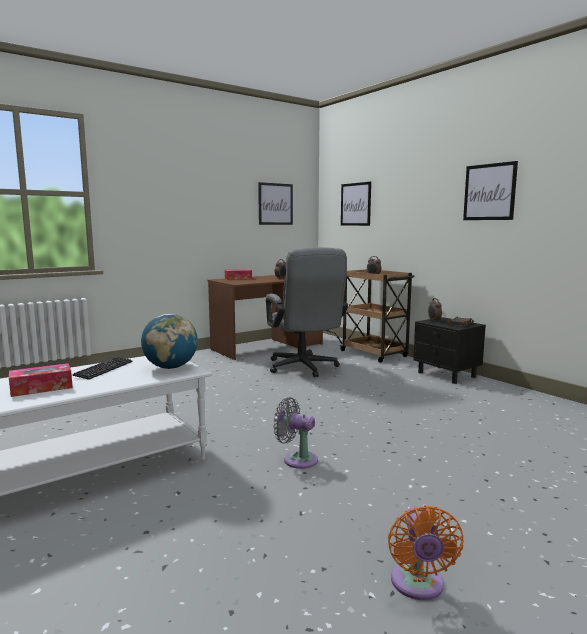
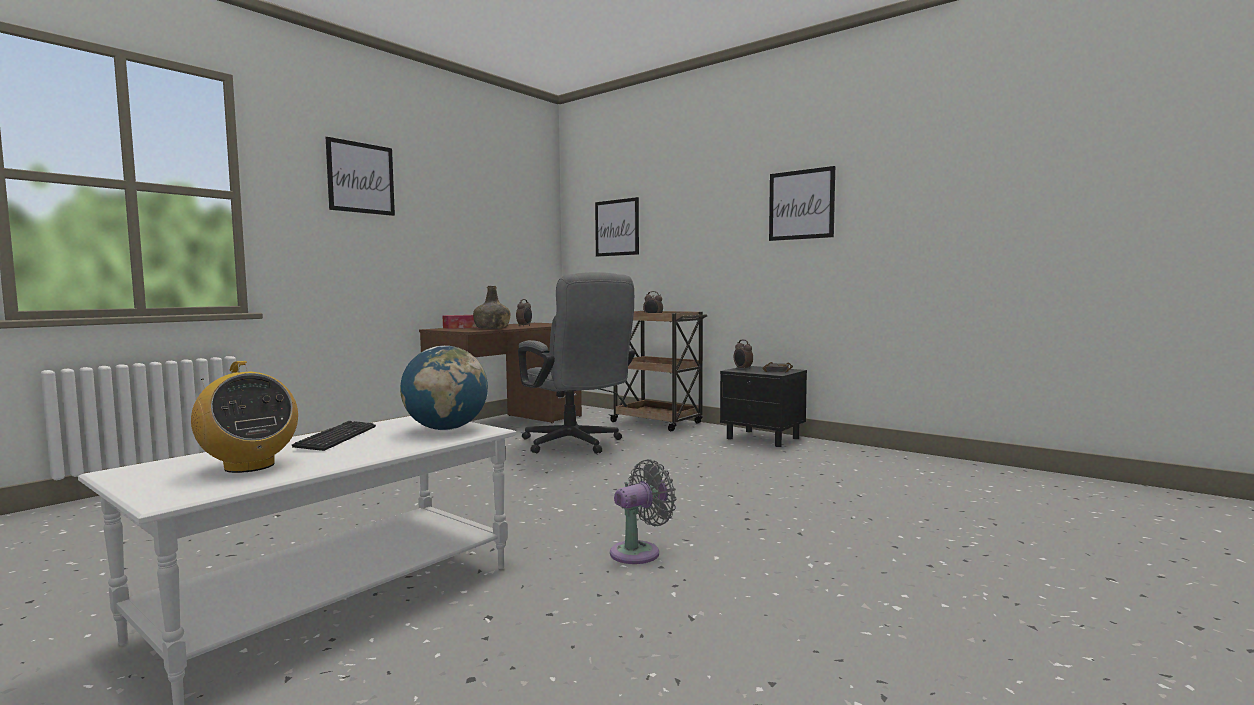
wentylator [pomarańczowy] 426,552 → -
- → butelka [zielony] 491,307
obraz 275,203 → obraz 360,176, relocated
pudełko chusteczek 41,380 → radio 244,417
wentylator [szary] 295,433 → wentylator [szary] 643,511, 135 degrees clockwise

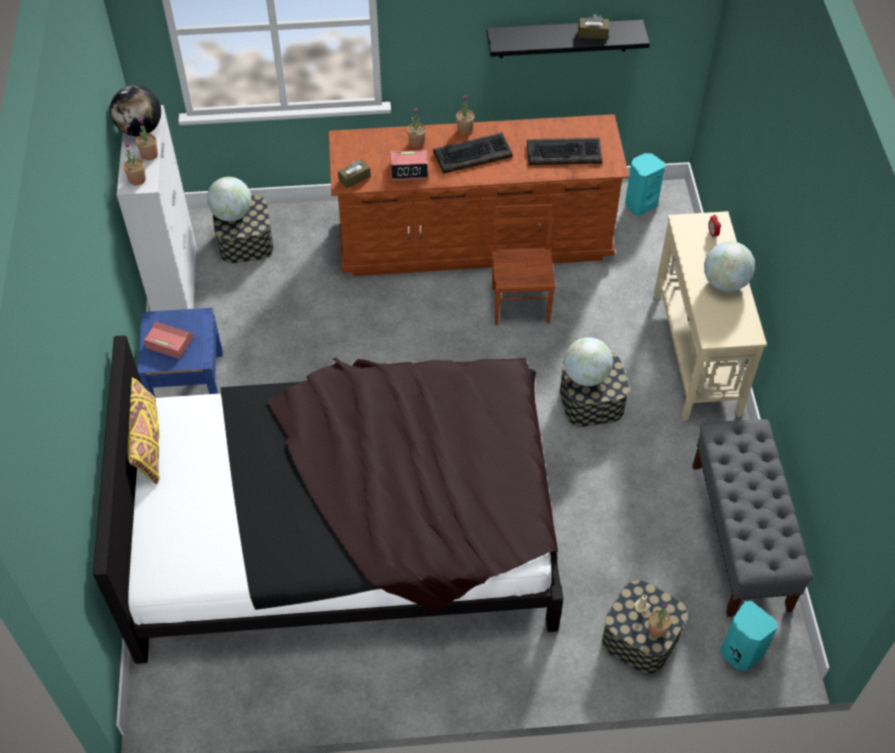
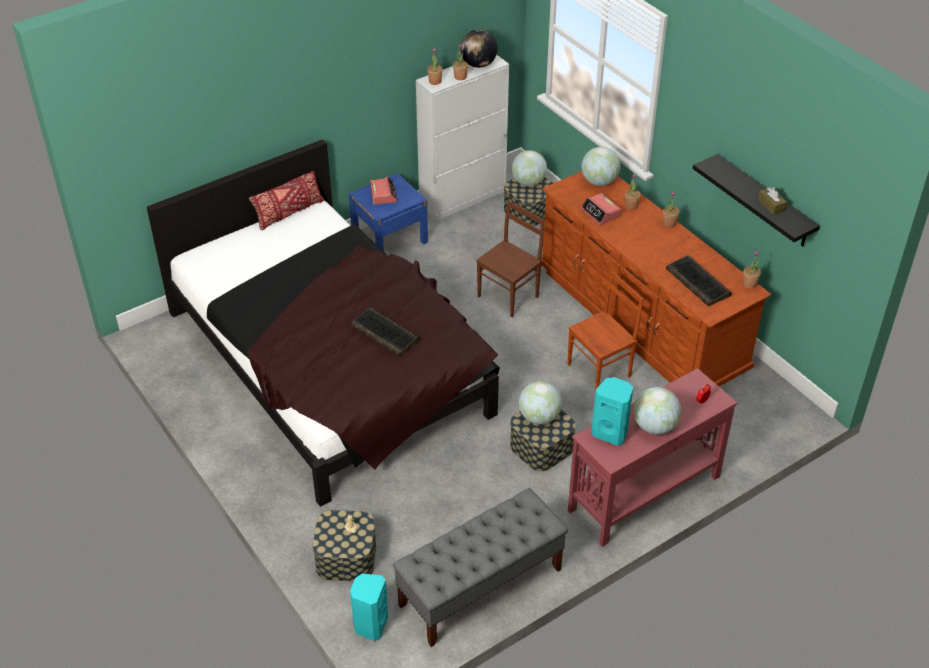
pudełko chusteczek [brązowy] 354,173 → -
- → krzesło [brązowy] 510,258
- → globus 600,166
klawiatura 473,153 → klawiatura 385,331, relocated
głośnik [turkusowy] 645,184 → głośnik [turkusowy] 612,411, relocated
roślina doniczkowa 659,619 → roślina doniczkowa 752,269, relocated
poduszka [żółty] 144,431 → poduszka [czerwony] 286,200
stolik konsolowy [beżowy] 710,316 → stolik konsolowy [czerwony] 652,457

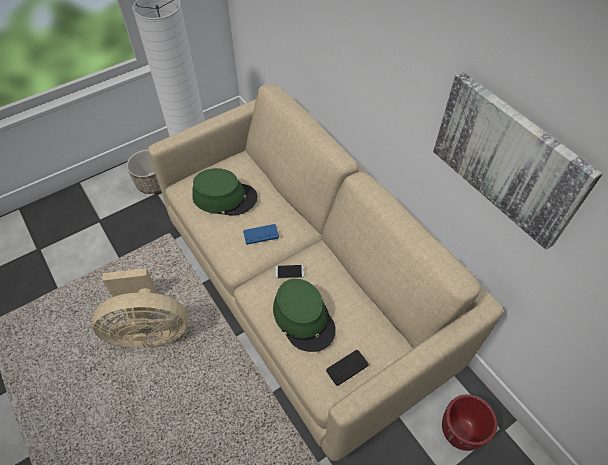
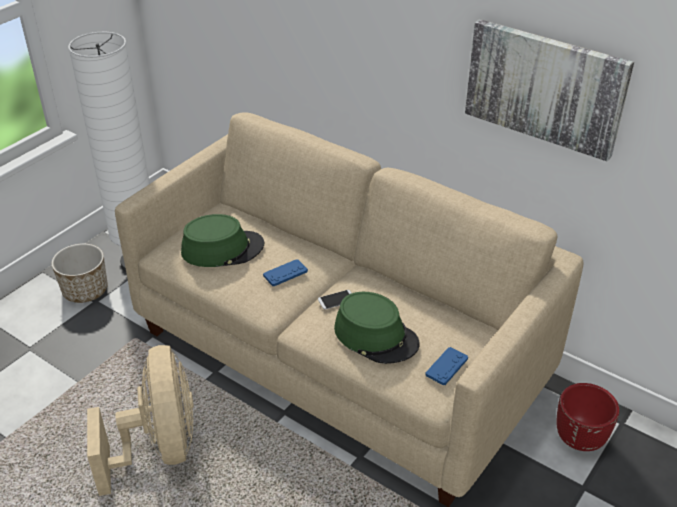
pad do gier [czarny] 347,368 → pad do gier [niebieski] 446,366
wentylator [beżowy] 140,307 → wentylator [beżowy] 140,420, 75 degrees counterclockwise

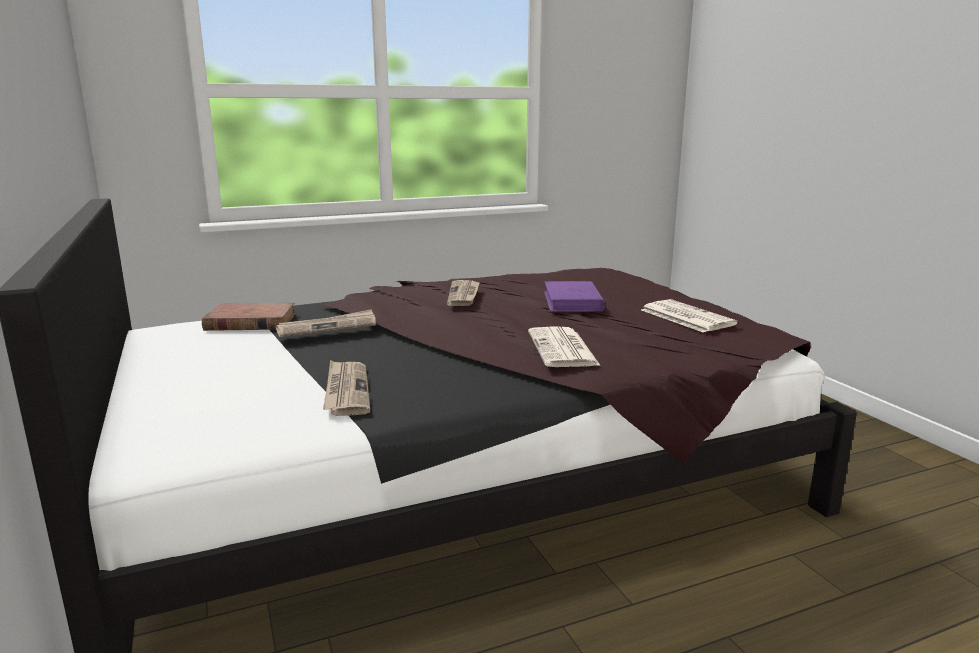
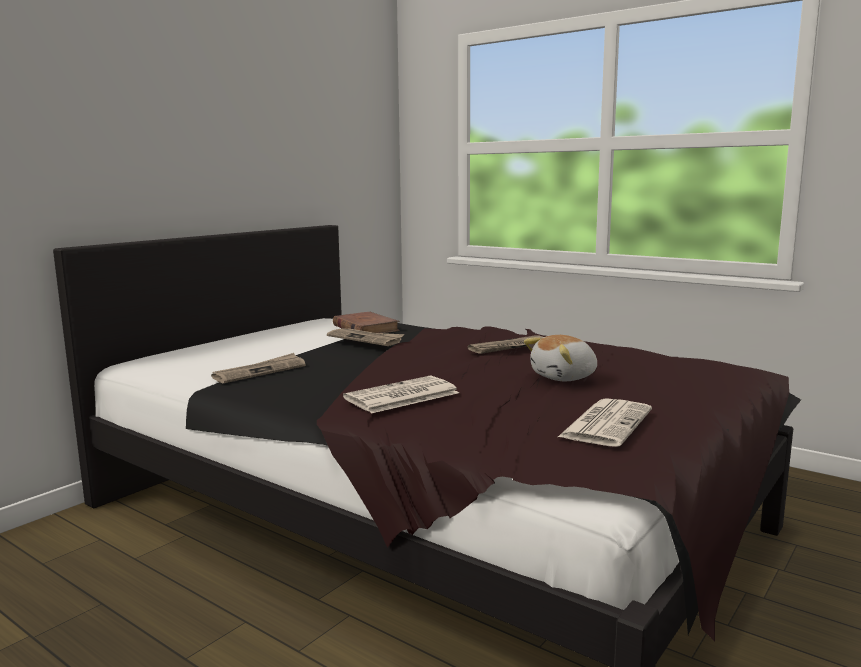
książka [fioletowy] 574,296 → pluszak 560,358

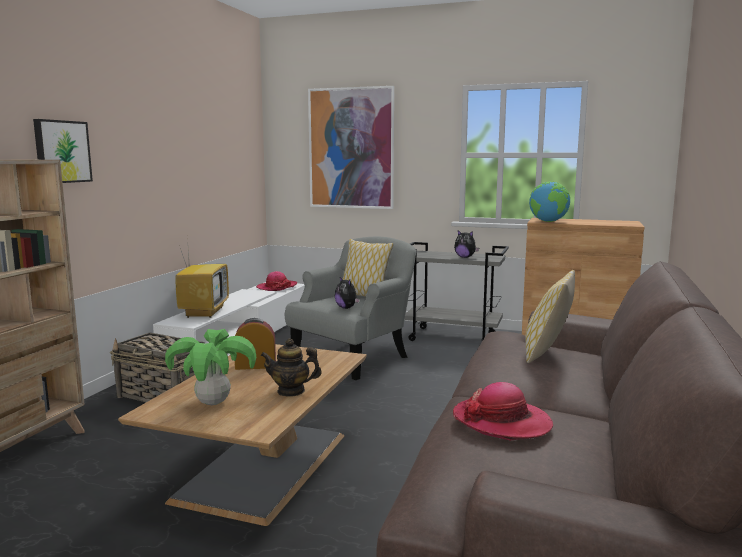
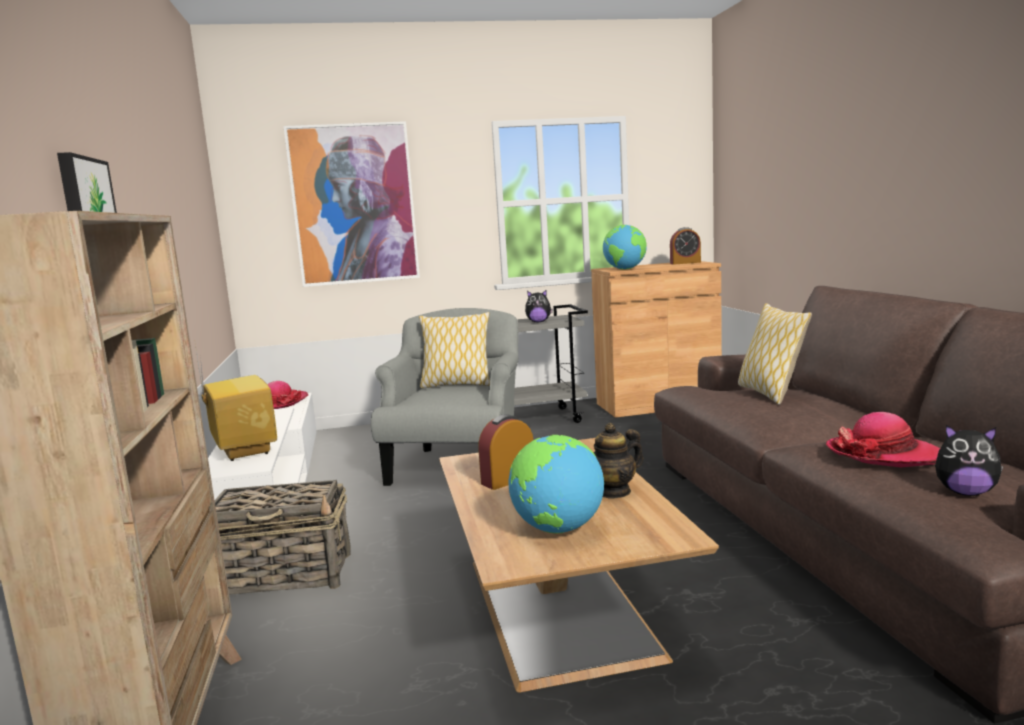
- → budzik 685,246
pluszak 347,293 → pluszak 969,460, relocated
roślina doniczkowa 210,367 → globus 556,484

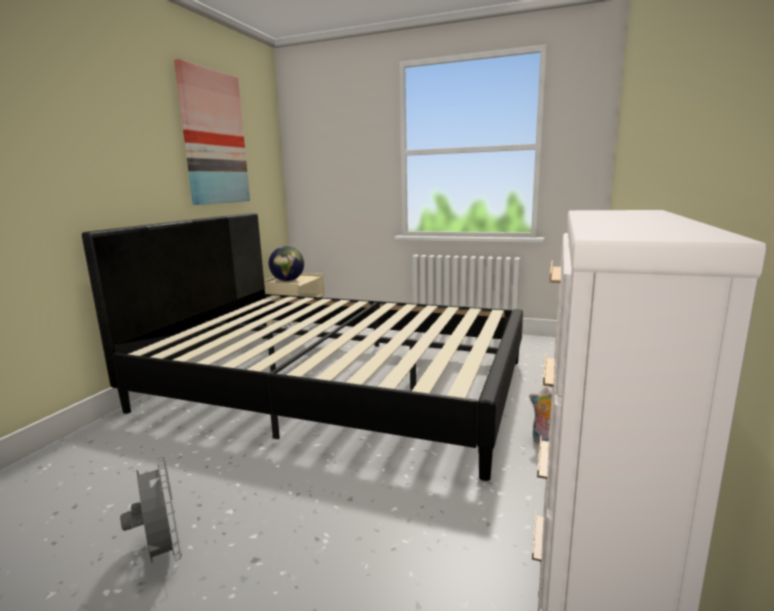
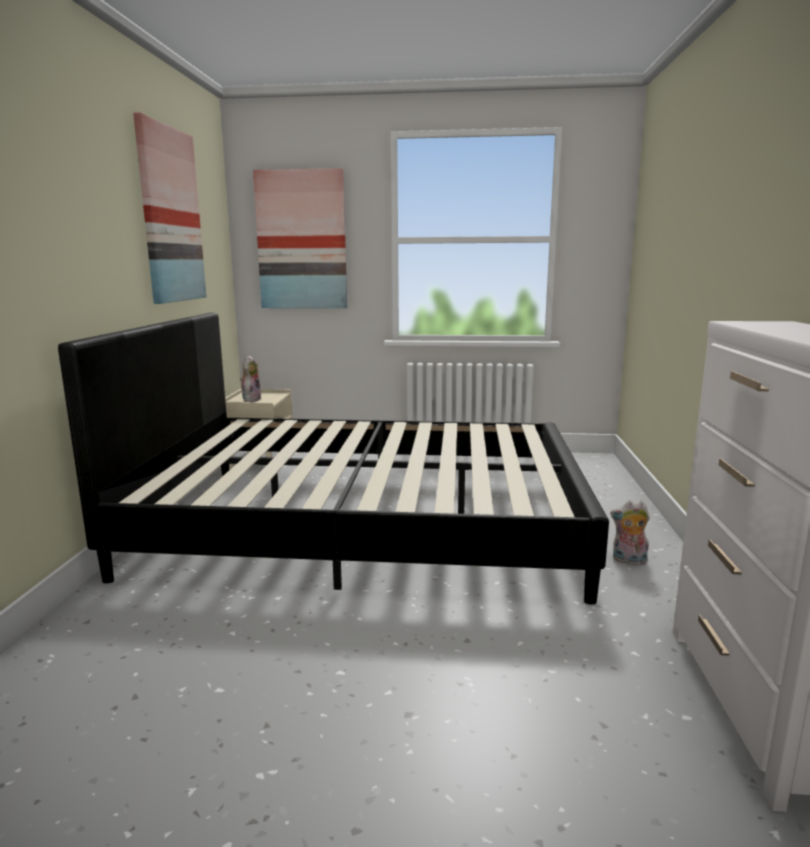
wentylator [szary] 151,510 → -
- → obraz 300,238
globus 286,263 → pluszak 251,379

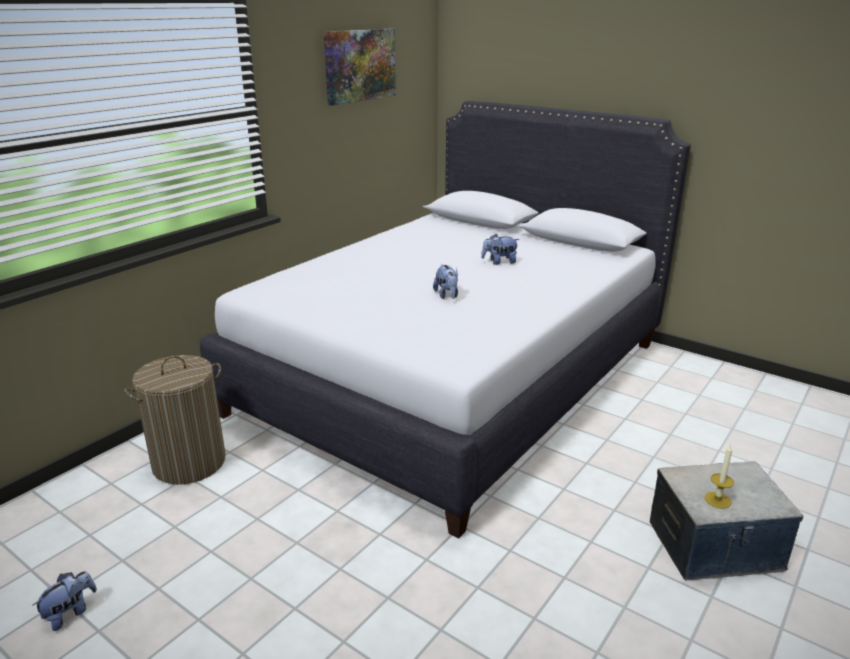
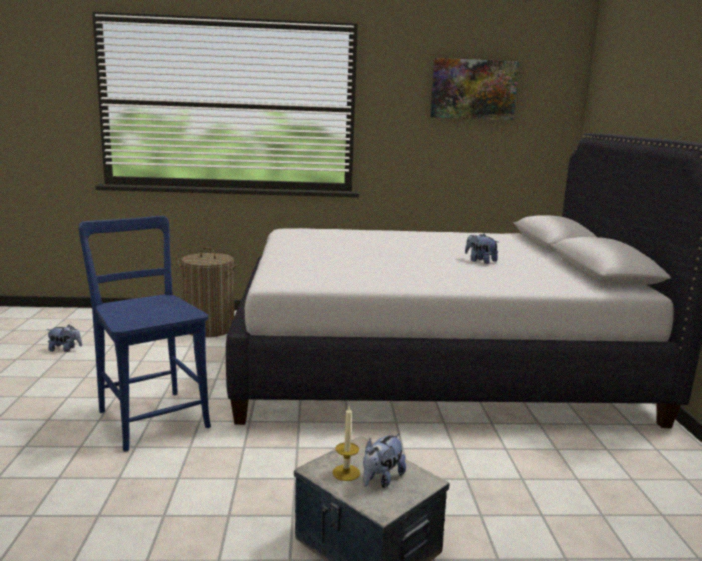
- → krzesło [niebieski] 144,334
pluszak 445,281 → pluszak 384,460, relocated

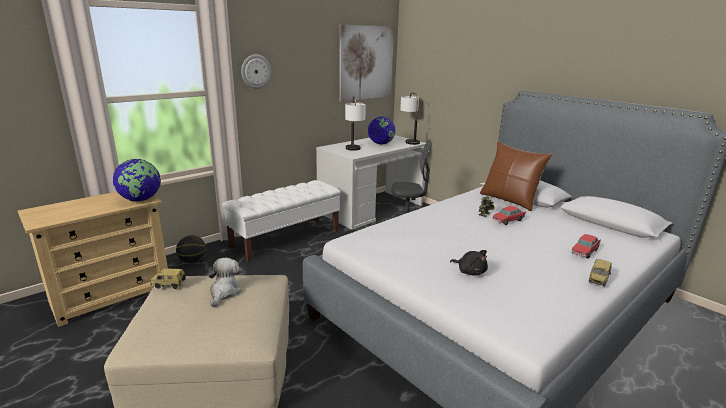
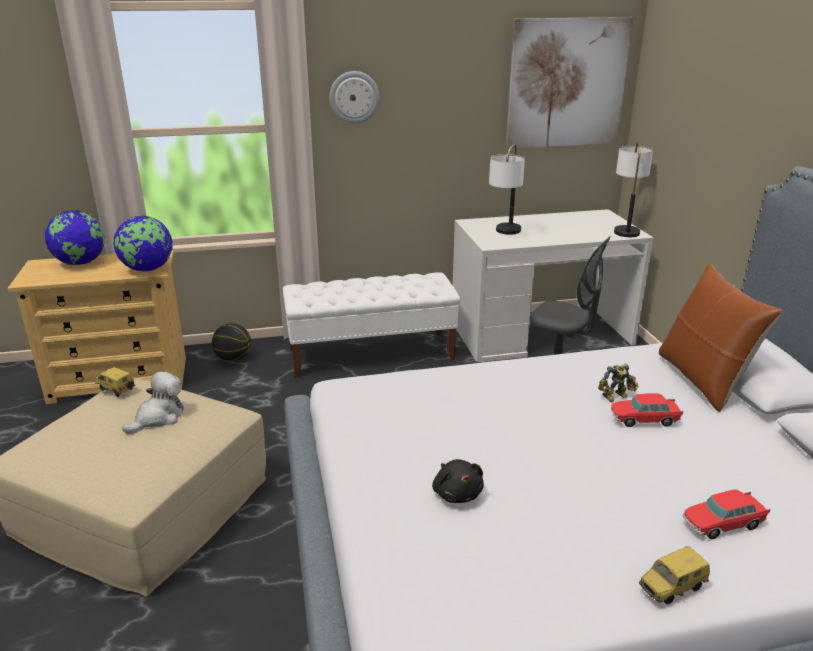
globus 381,131 → globus 75,237, relocated

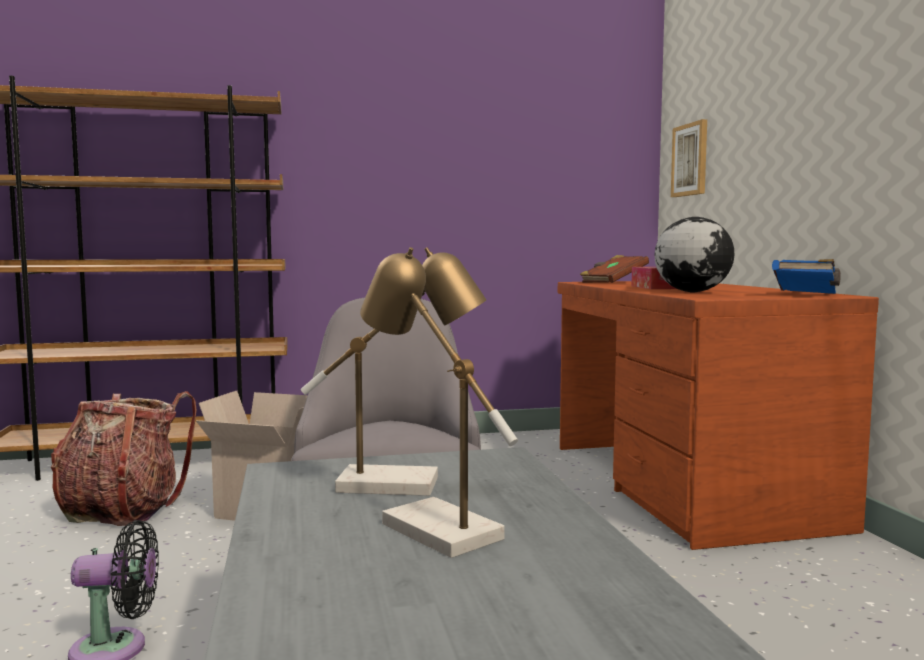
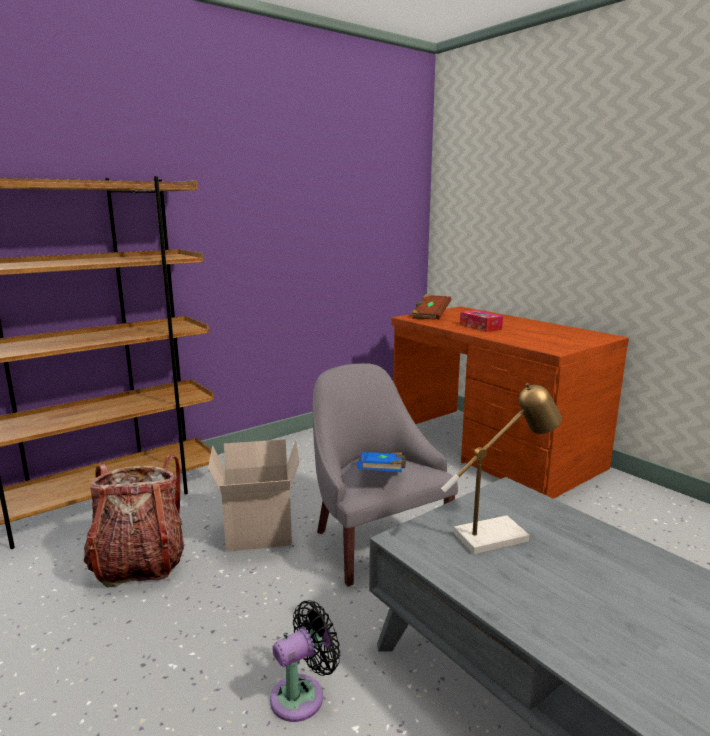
lampa stołowa 439,402 → -
globus 694,254 → -
obraz 689,158 → -
książka [niebieski] 806,276 → książka [niebieski] 381,462, relocated

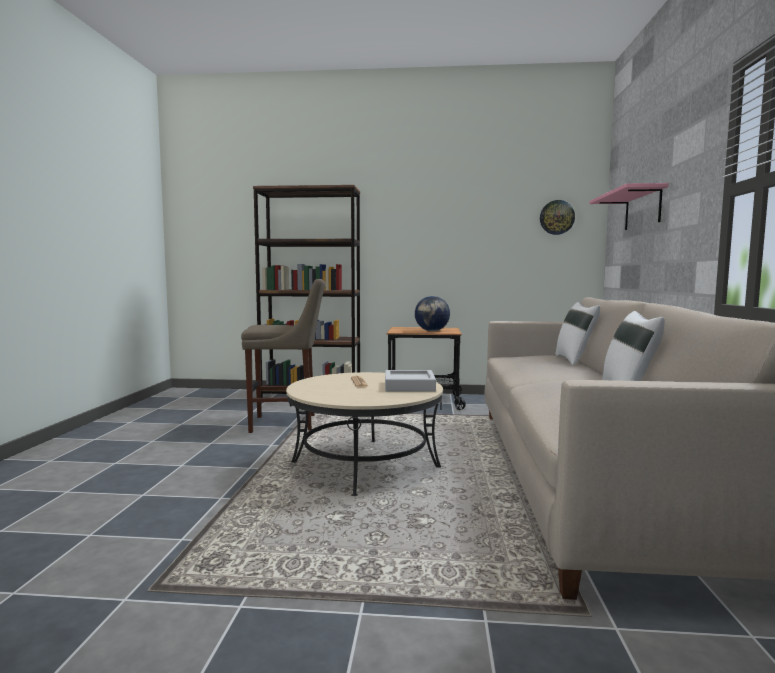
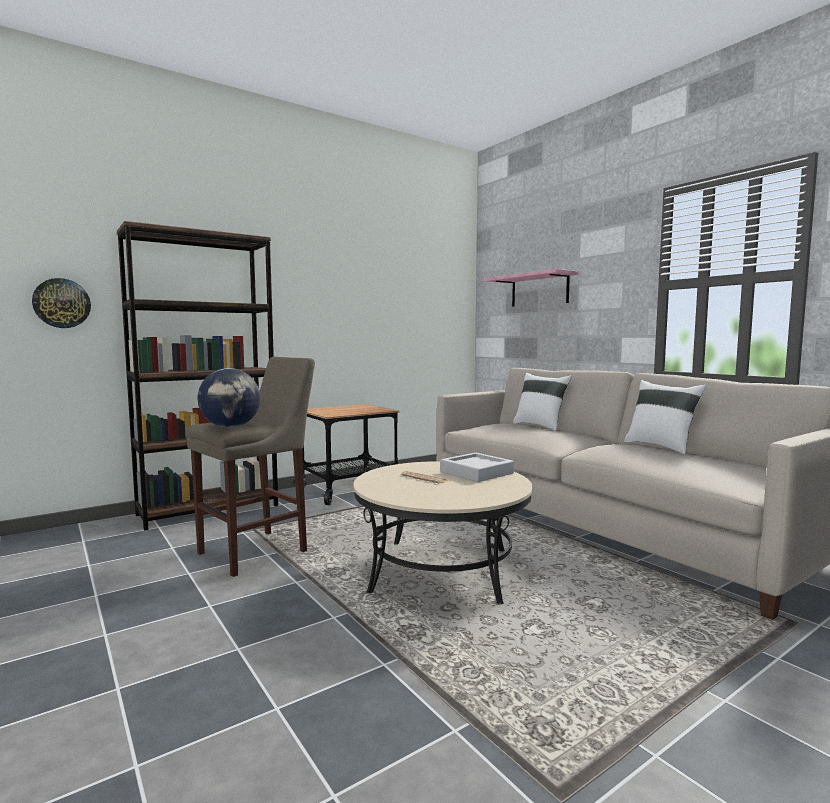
globus 432,313 → globus 229,398, relocated
zegar ścienny 557,217 → zegar ścienny 61,303, relocated

